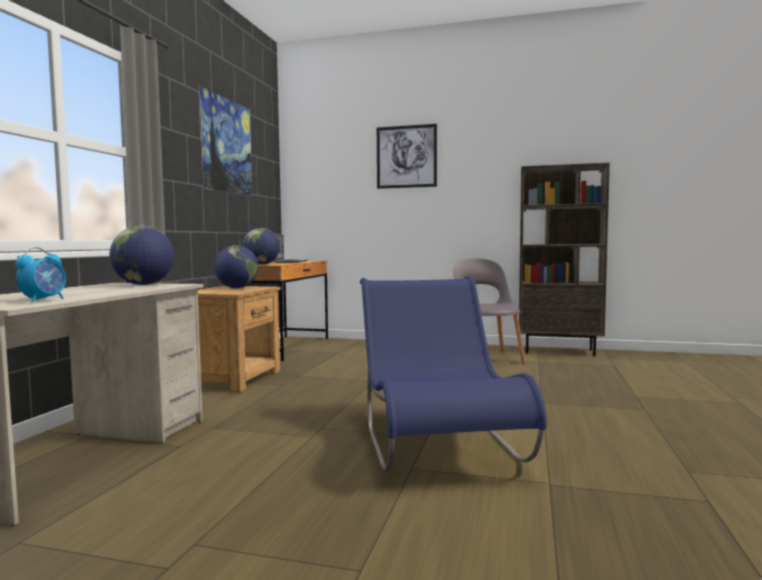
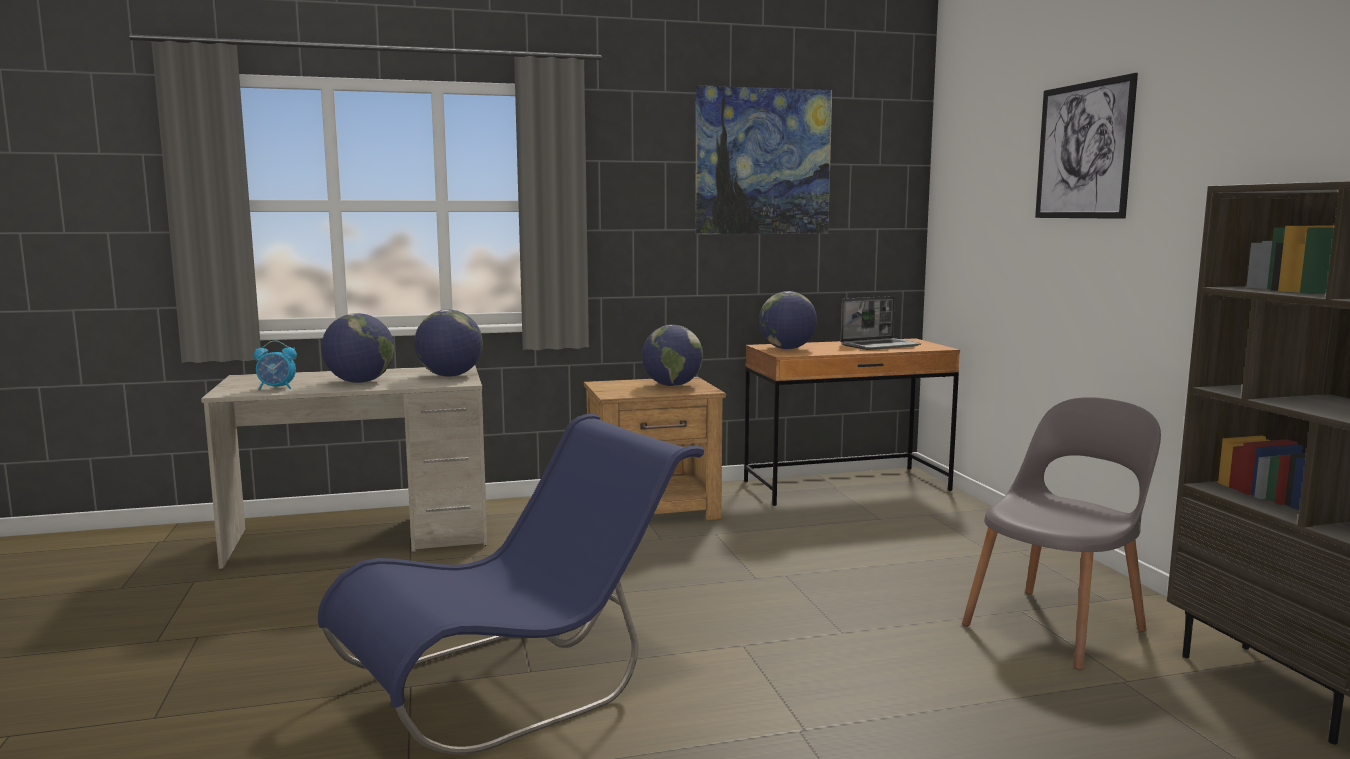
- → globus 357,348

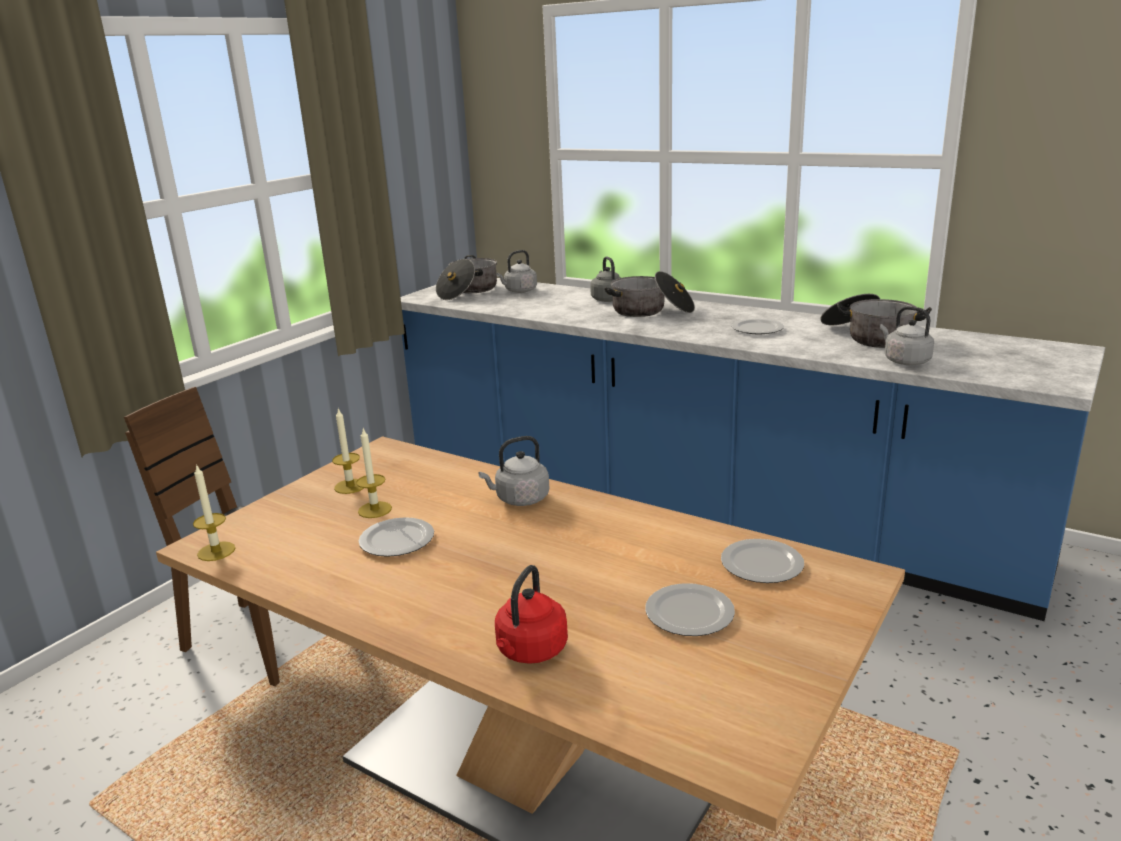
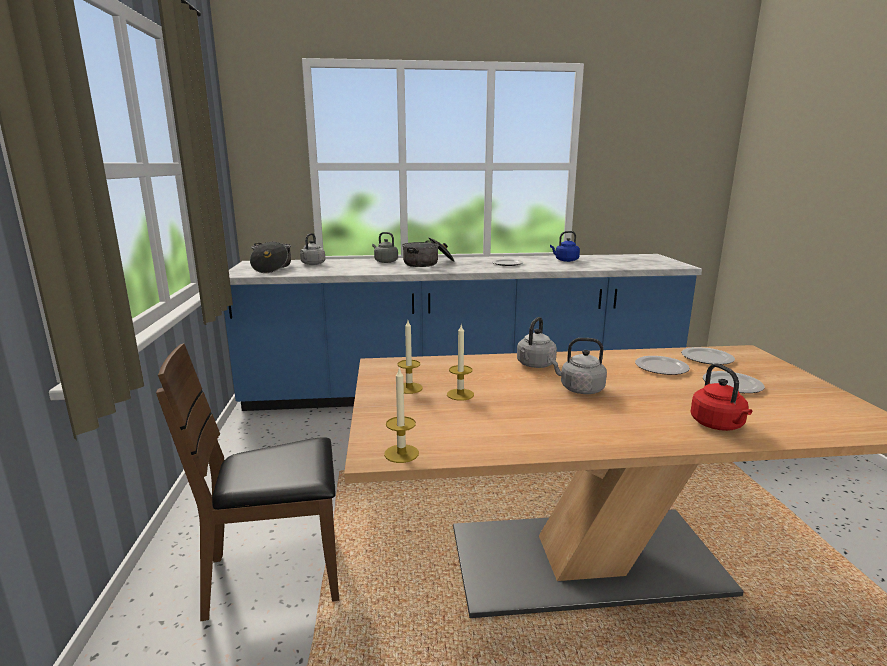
talerz 396,537 → talerz 662,365, relocated
czajnik [szary] 907,335 → czajnik [szary] 578,366, relocated
garnek 876,321 → czajnik [niebieski] 565,246

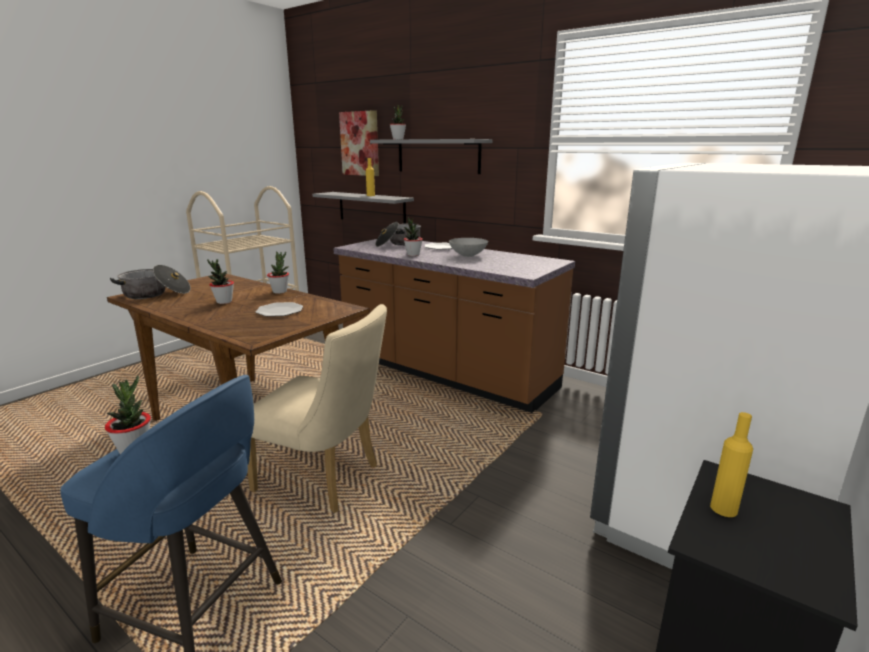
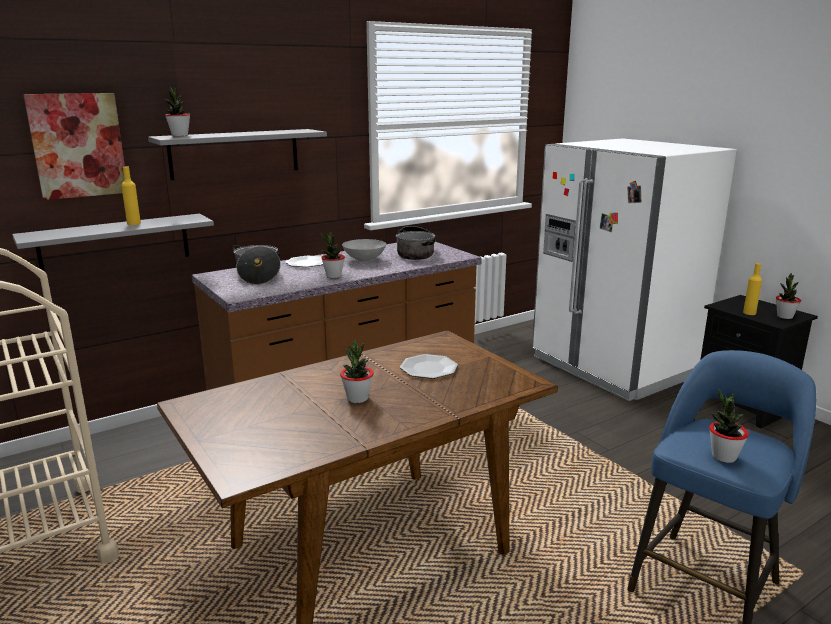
krzesło [beżowy] 317,408 → -
garnek 150,282 → garnek 416,243, relocated
roślina doniczkowa 278,272 → roślina doniczkowa 788,296, relocated

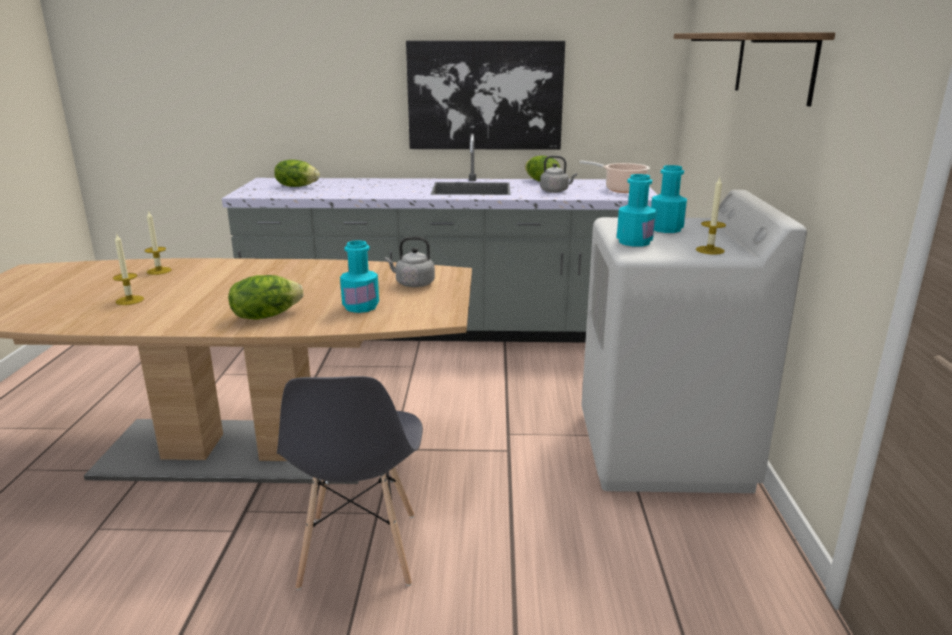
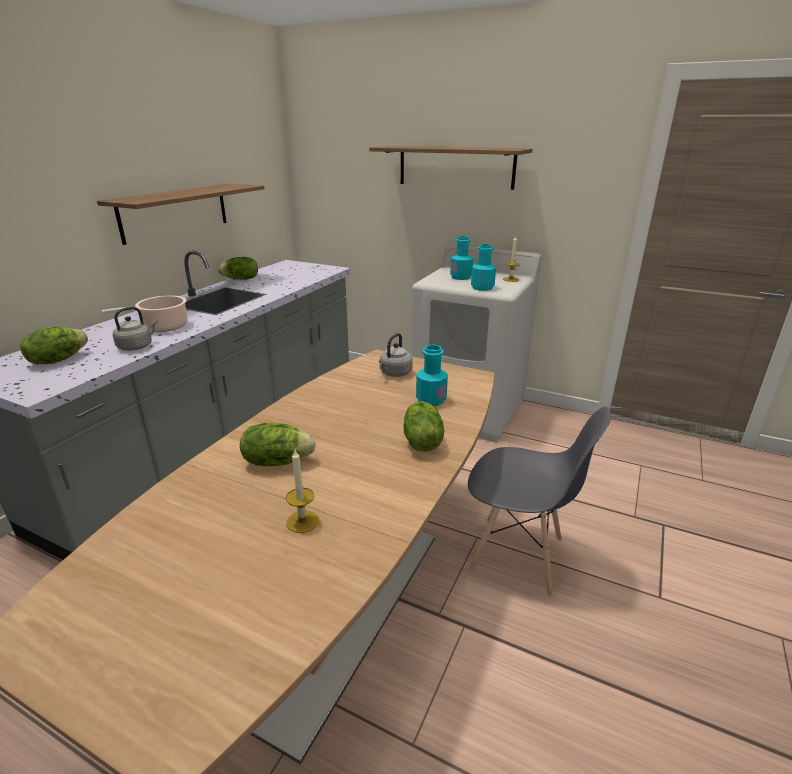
świeca 158,242 → -
- → sałata 278,444
czajnik [szary] 558,174 → czajnik [szary] 135,329, relocated
garnek 615,177 → garnek 144,313, relocated
obraz 485,95 → półka 180,214

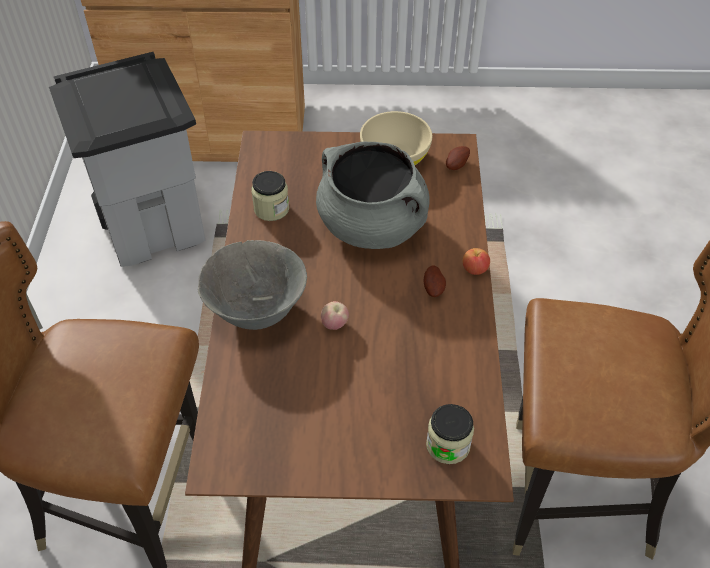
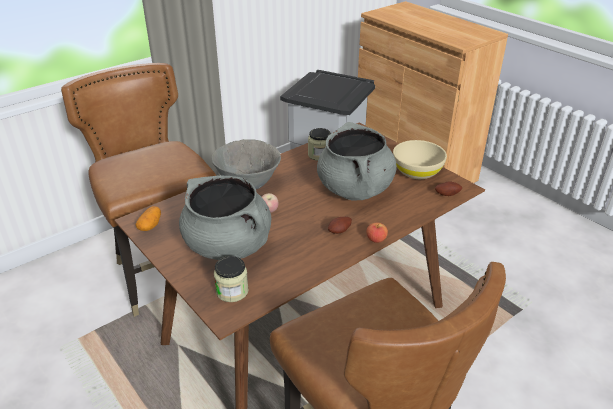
- → ziemniak 148,218
- → garnek [szary] 225,217

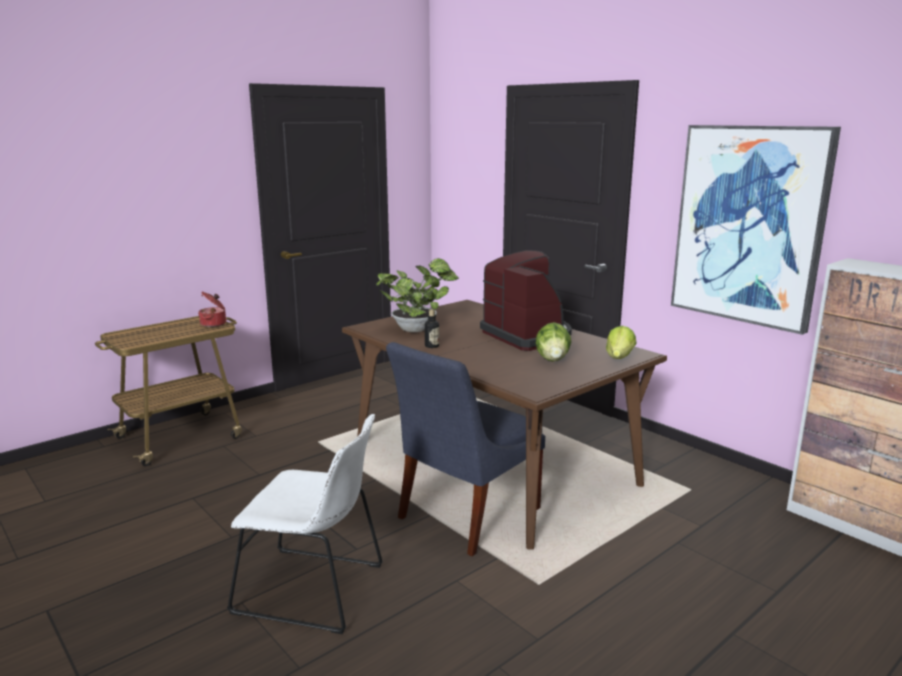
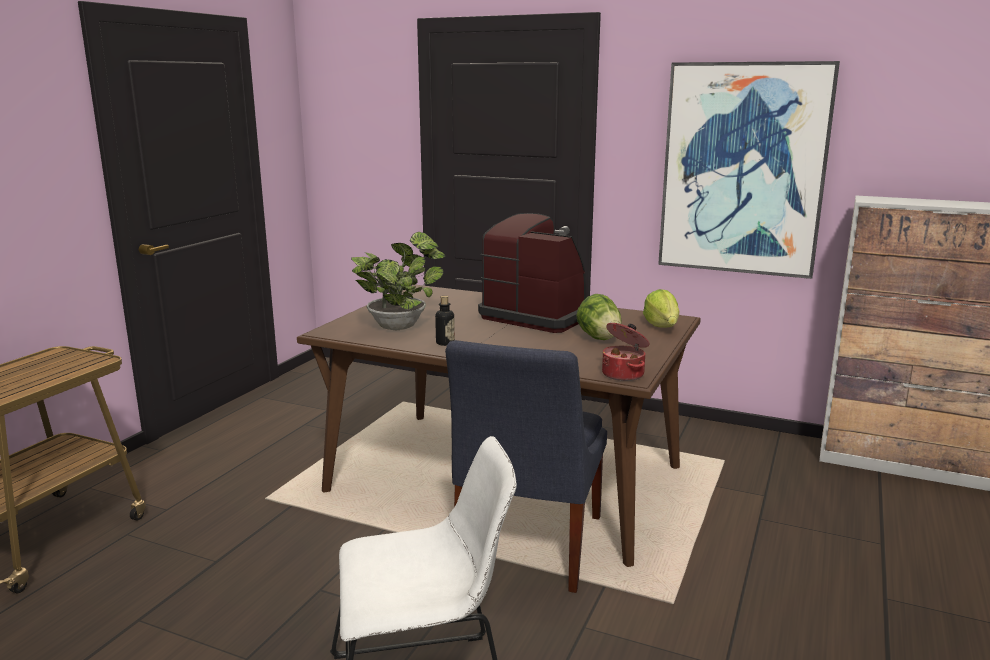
garnek 212,309 → garnek 626,352, relocated

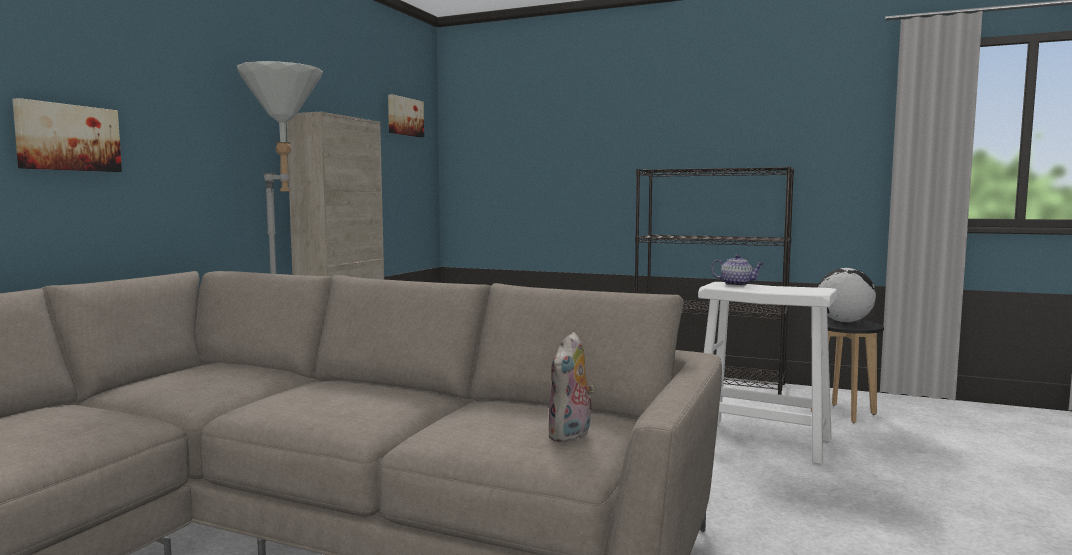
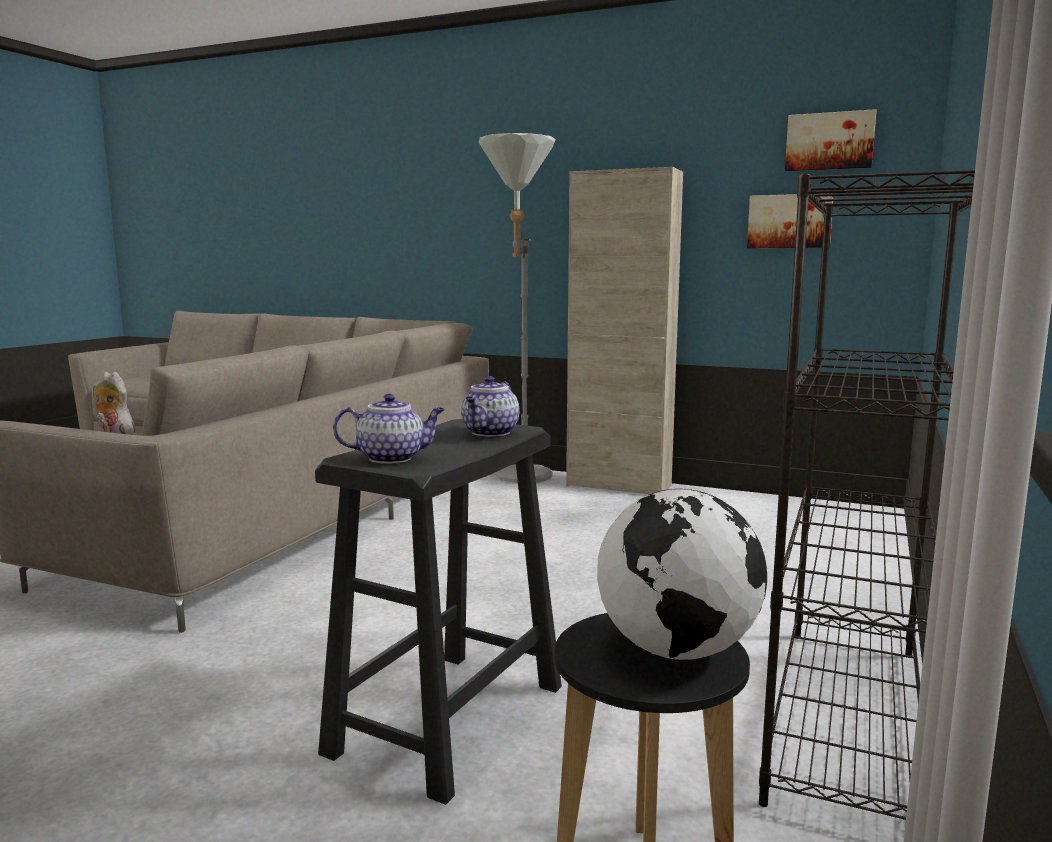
- → imbryk 389,429
obraz 67,135 → obraz 790,220, relocated
stołek [biały] 767,373 → stołek [czarny] 438,612

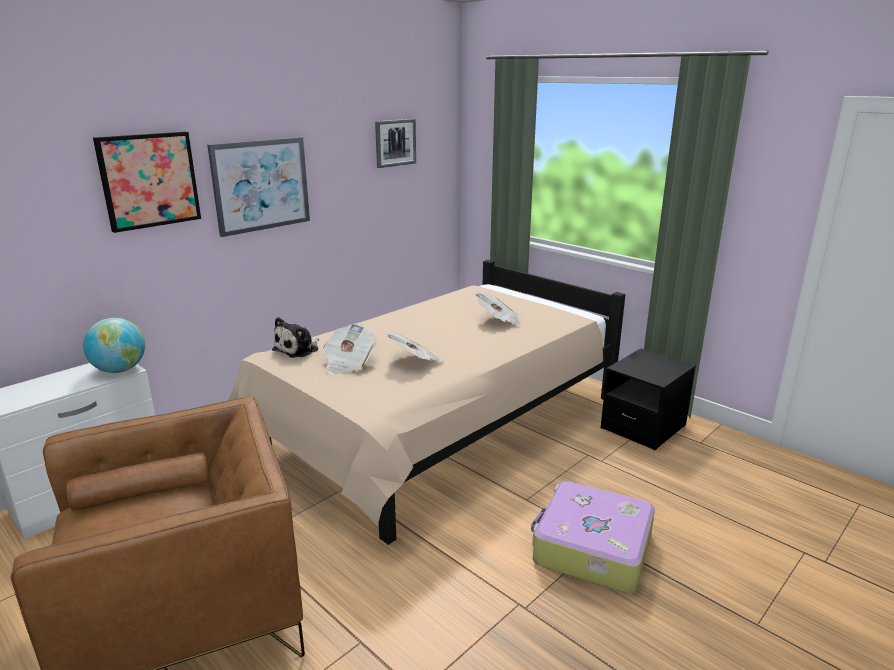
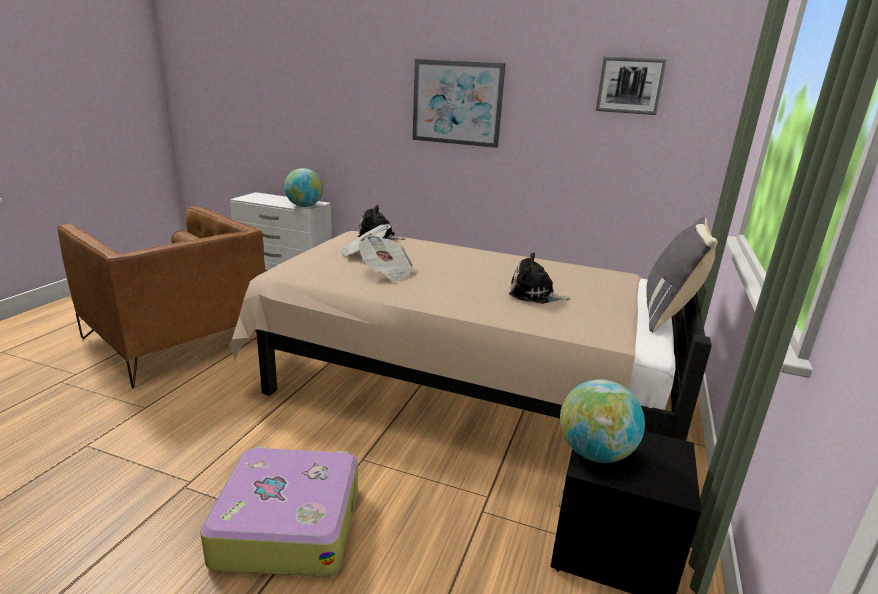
obraz 147,182 → -
- → globus 602,421
- → poduszka [szary] 682,274
gazeta 498,309 → pluszak 539,278

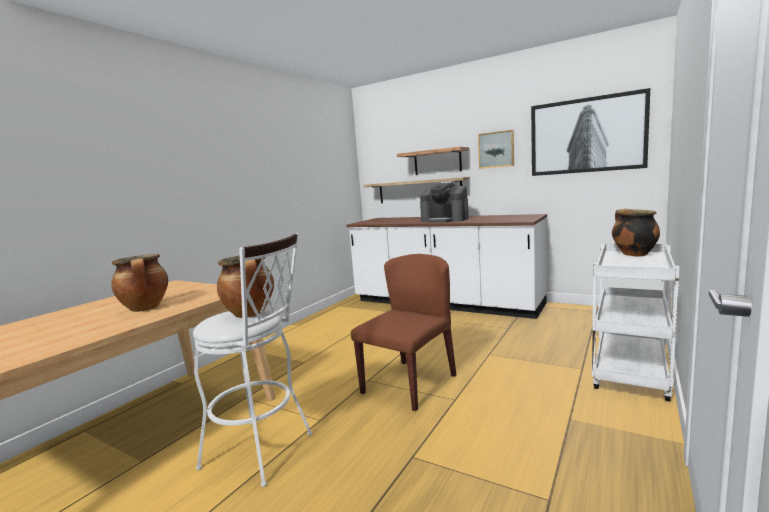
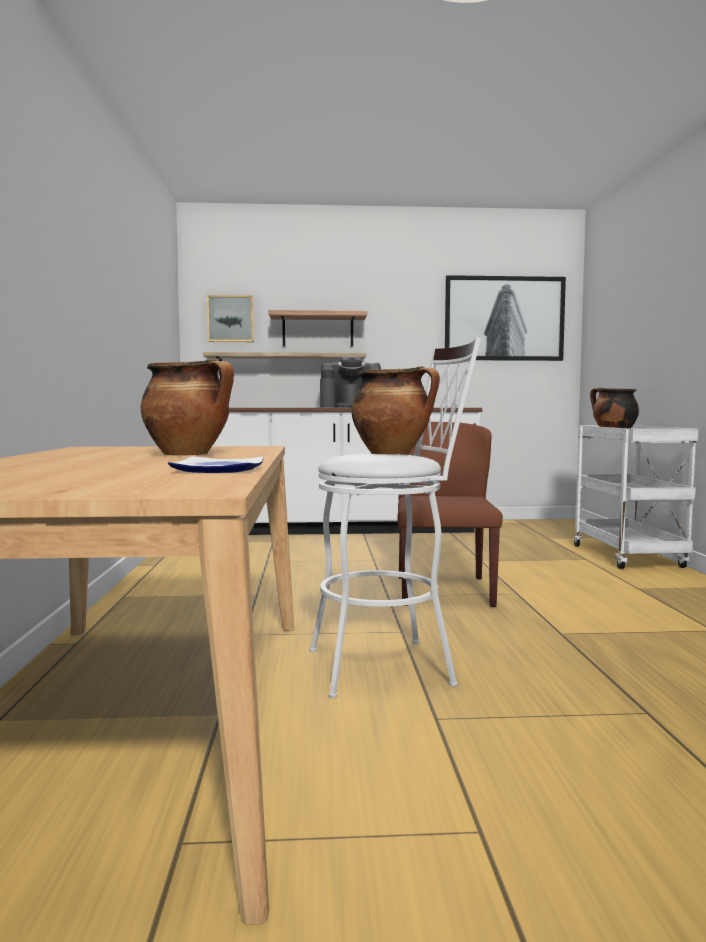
- → talerz 216,464
obraz 496,149 → obraz 230,318, relocated

